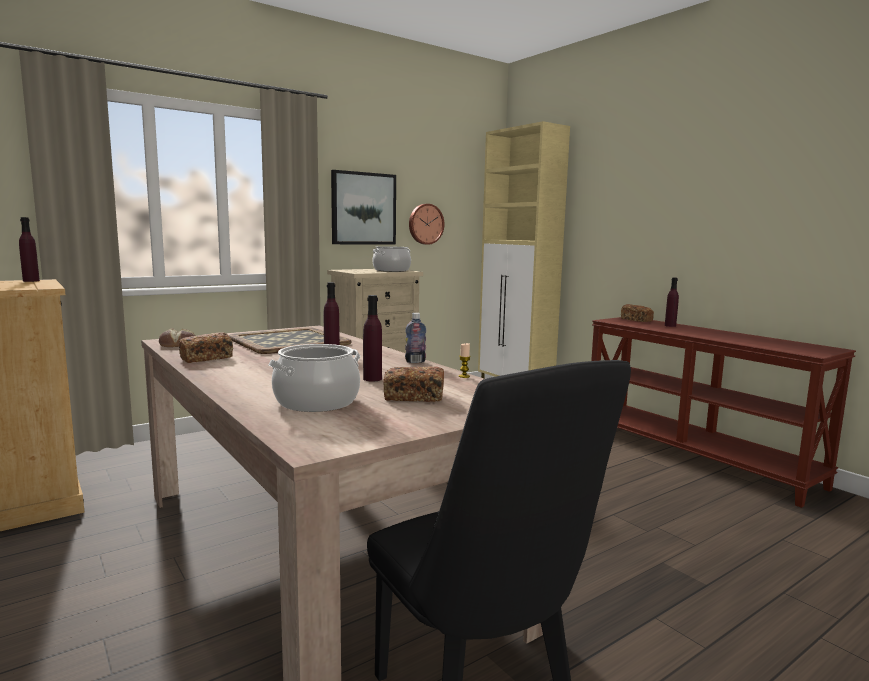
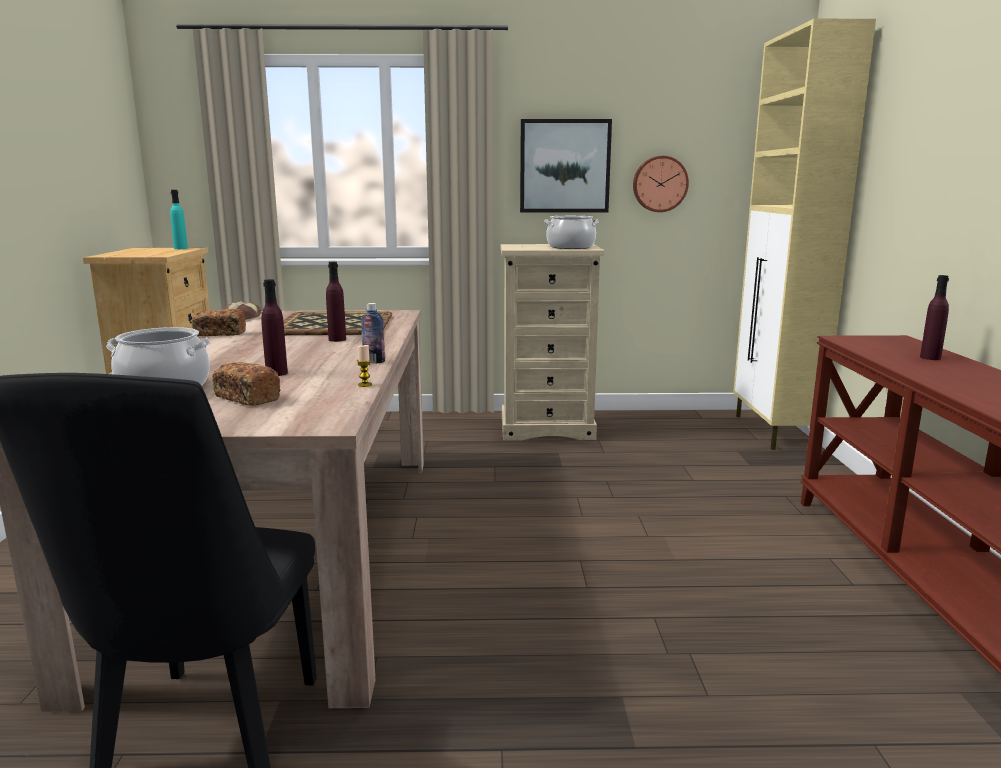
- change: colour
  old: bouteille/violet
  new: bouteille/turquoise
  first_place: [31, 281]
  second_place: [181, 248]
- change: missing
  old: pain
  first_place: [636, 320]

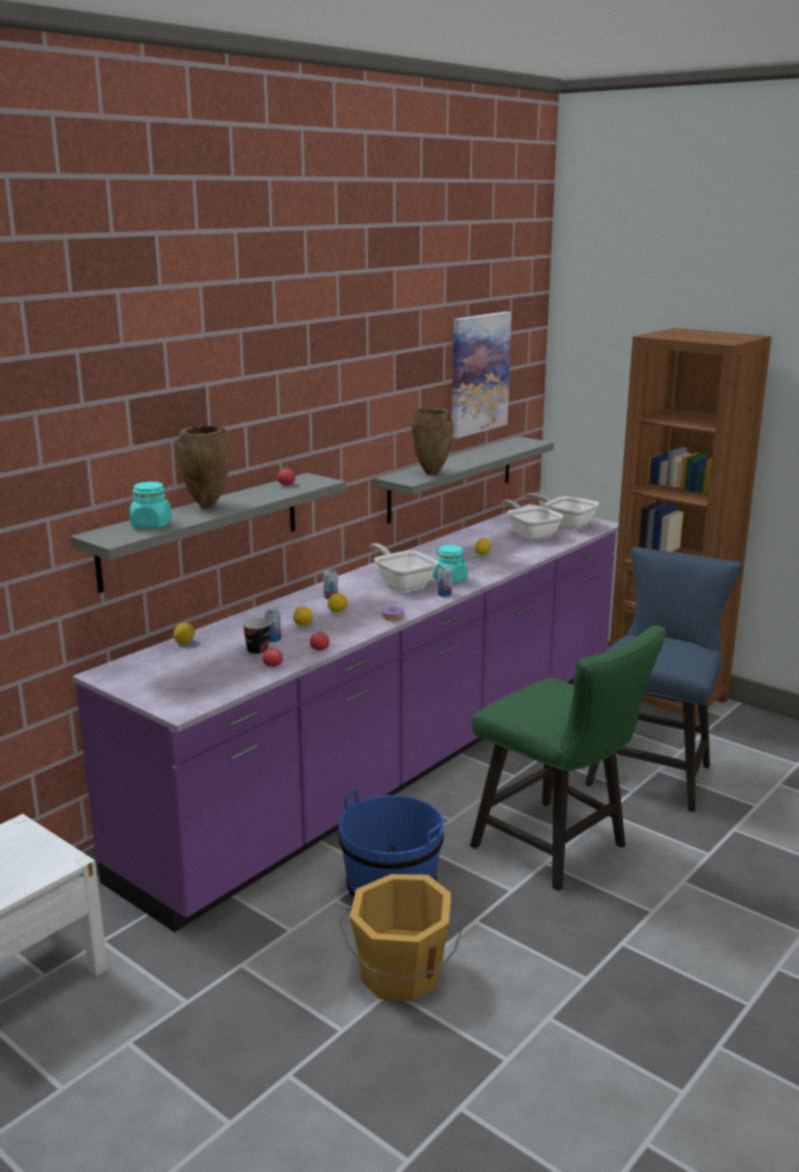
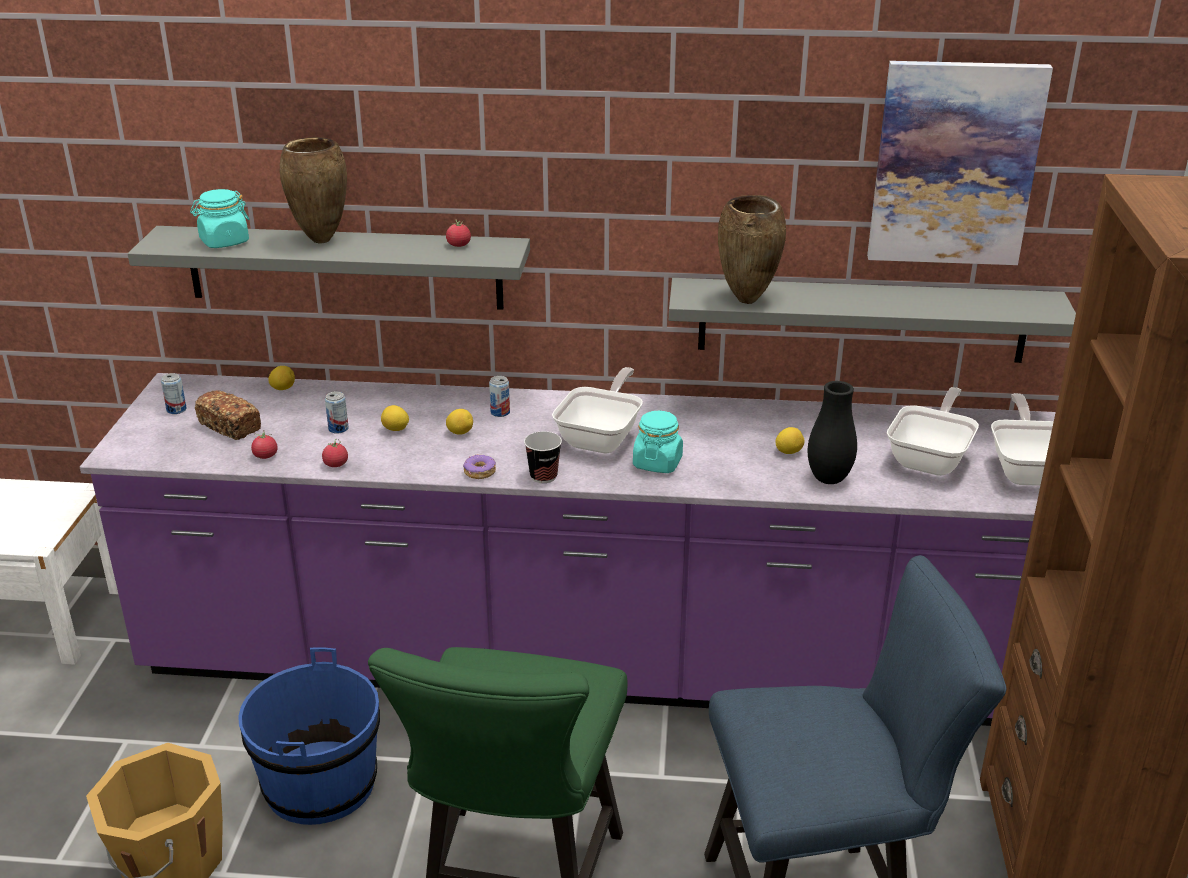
- change: relocated
  old: boîte métallique
  first_place: [444, 594]
  second_place: [176, 410]
- change: relocated
  old: tasse
  first_place: [257, 651]
  second_place: [543, 476]
- change: appeared
  new: vase/noir
  second_place: [828, 479]
- change: appeared
  new: pain
  second_place: [230, 427]

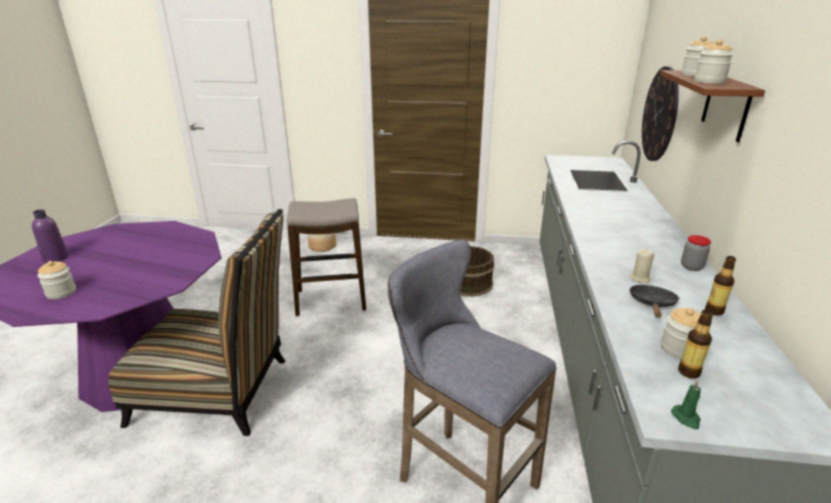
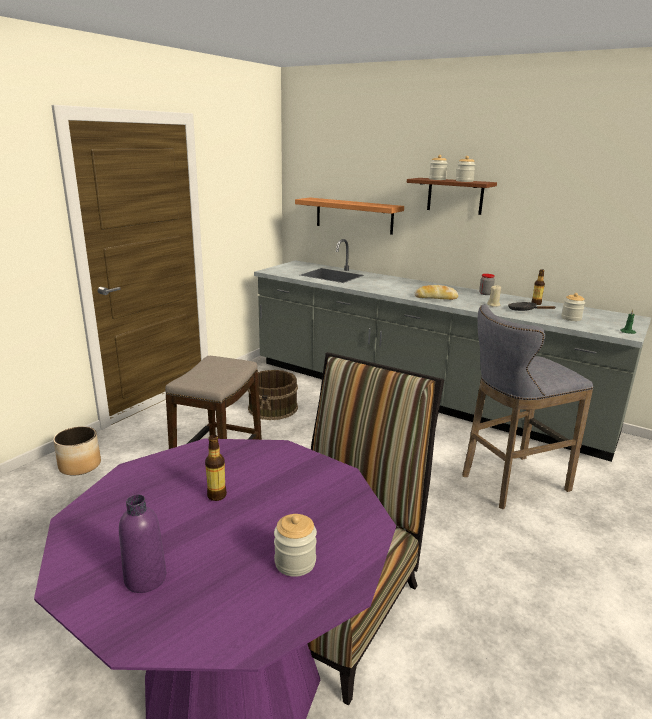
- change: exchanged
  old: horloge murale
  new: étagère
  first_place: [660, 114]
  second_place: [354, 215]
- change: relocated
  old: bouteille
  first_place: [688, 372]
  second_place: [216, 495]
- change: appeared
  new: pain
  second_place: [435, 298]

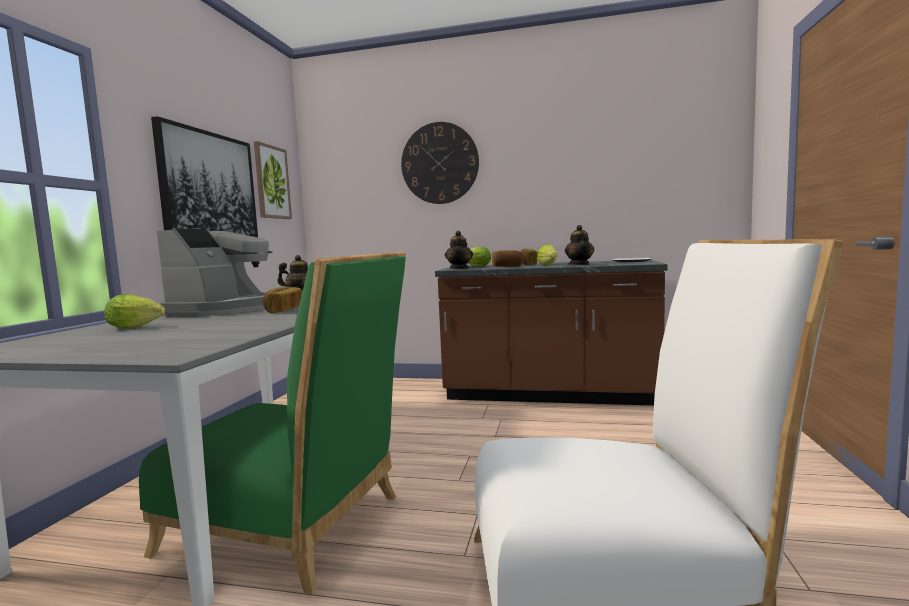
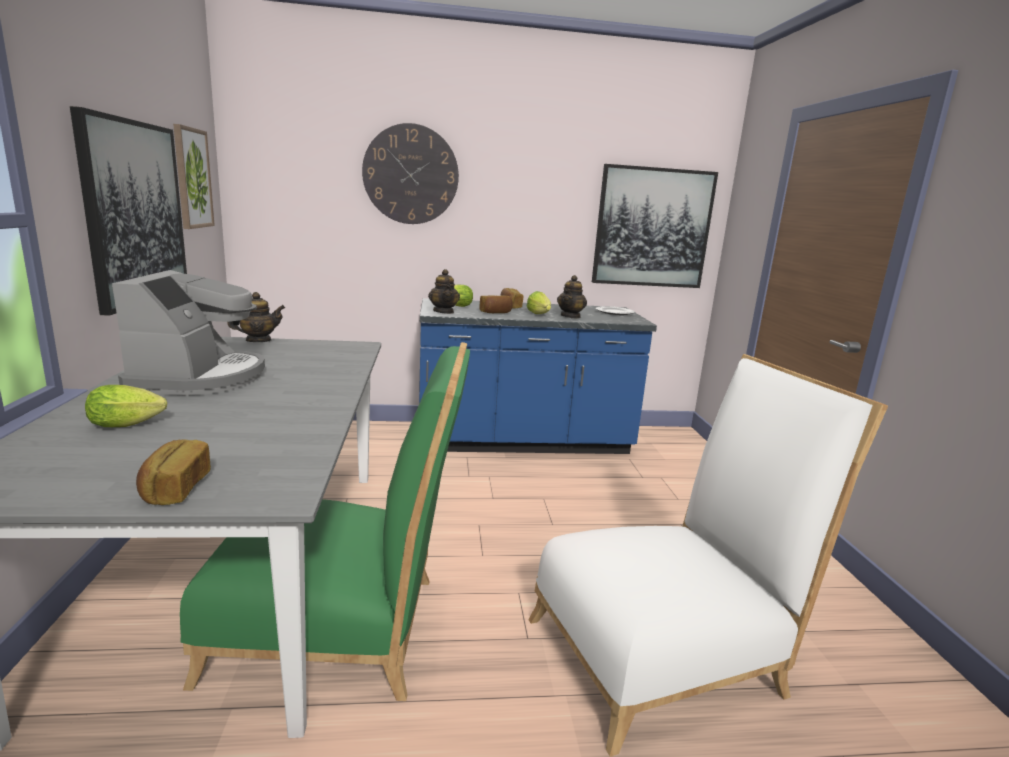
- change: spun
  old: théière
  first_place: [579, 264]
  second_place: [570, 316]
  degrees: 45
- change: colour
  old: comptoir de cuisine/marron
  new: comptoir de cuisine/bleu
  first_place: [549, 394]
  second_place: [523, 442]
- change: relocated
  old: pain
  first_place: [283, 310]
  second_place: [175, 489]
- change: appeared
  new: tableau
  second_place: [652, 228]

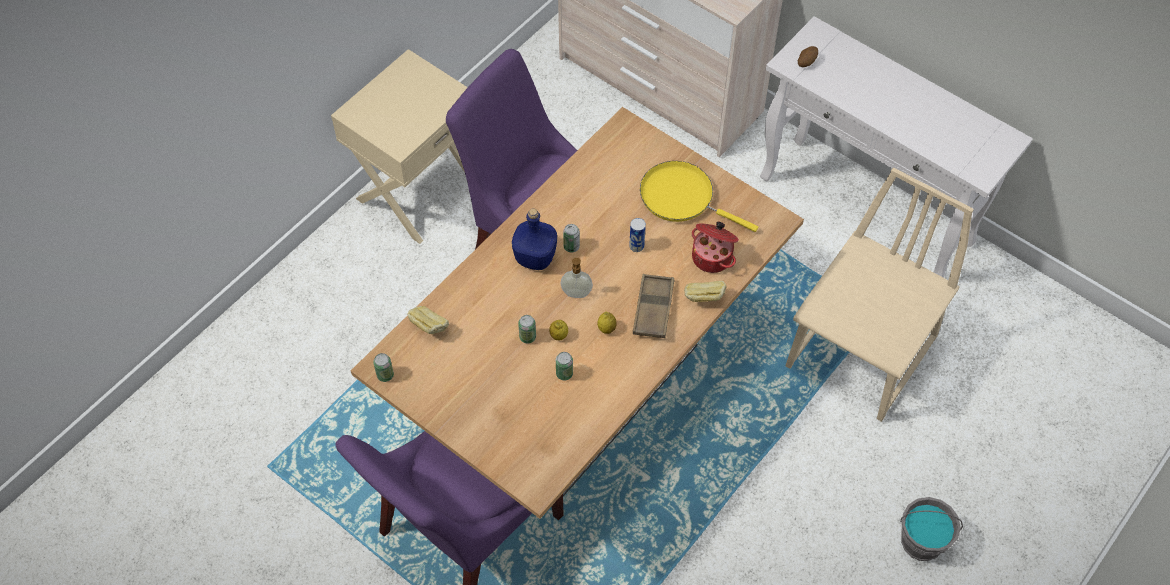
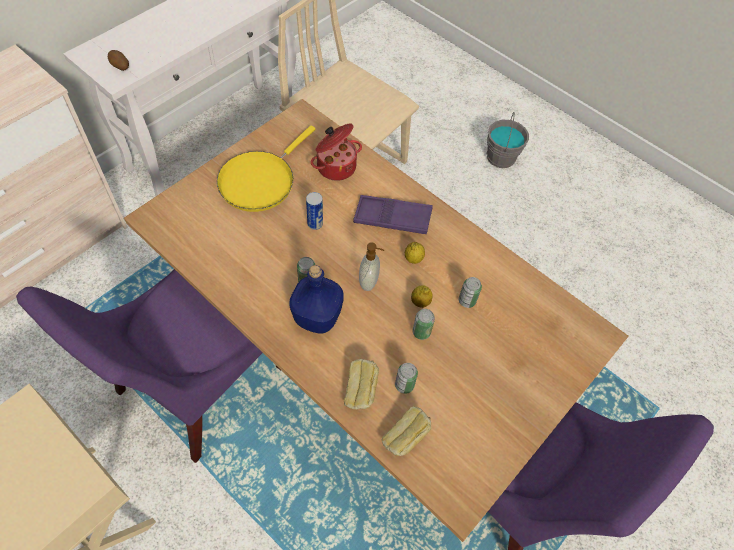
- change: colour
  old: plateau/marron
  new: plateau/violet
  first_place: [653, 309]
  second_place: [392, 218]
- change: relocated
  old: pain
  first_place: [704, 299]
  second_place: [360, 391]
- change: relocated
  old: boîte métallique
  first_place: [385, 375]
  second_place: [404, 385]

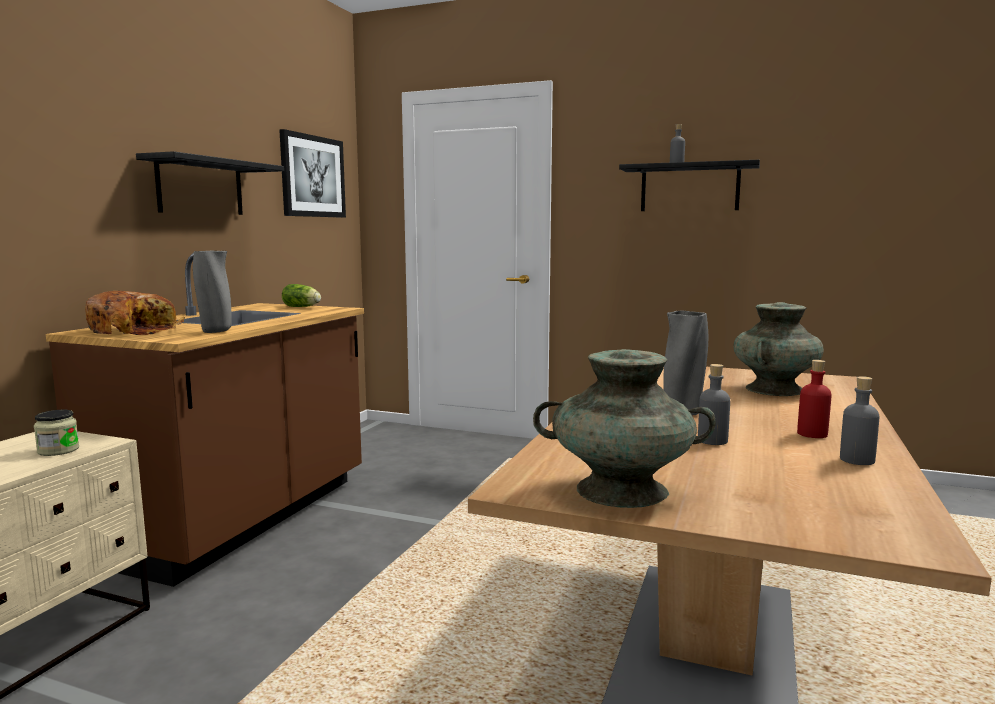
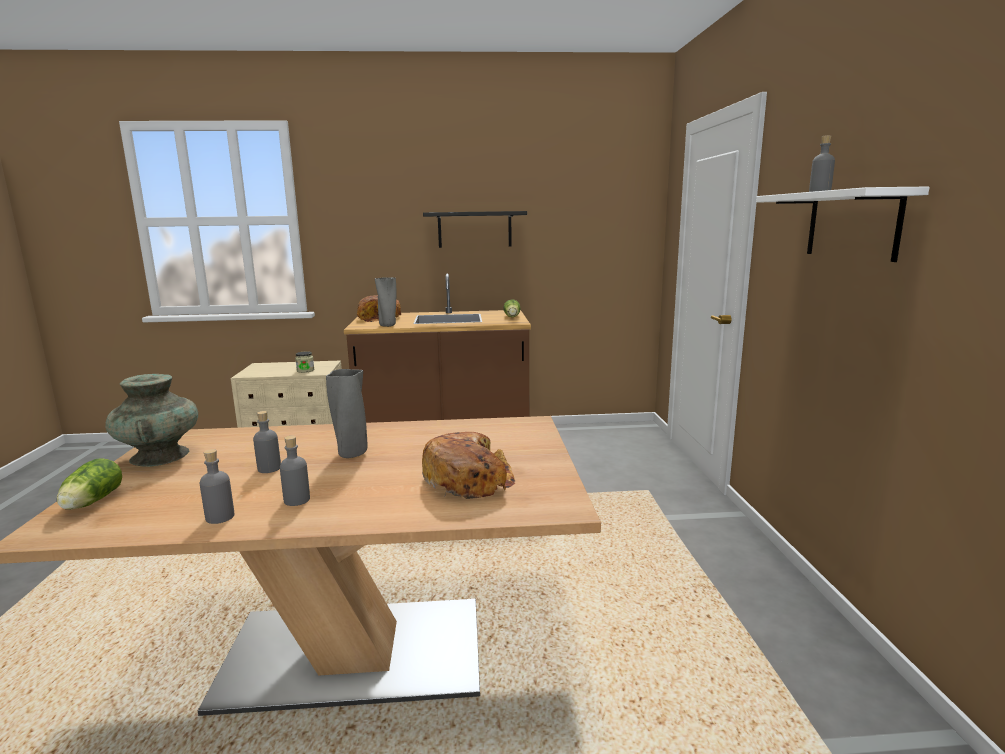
- change: missing
  old: tableau
  first_place: [312, 176]
- change: colour
  old: étagère/noir
  new: étagère/blanc
  first_place: [689, 188]
  second_place: [852, 225]
- change: exchanged
  old: vase/turquoise
  new: pain
  first_place: [774, 390]
  second_place: [469, 479]
- change: colour
  old: bouteille/rouge
  new: bouteille/gris
  first_place: [812, 434]
  second_place: [297, 500]
- change: appeared
  new: laitue
  second_place: [90, 503]

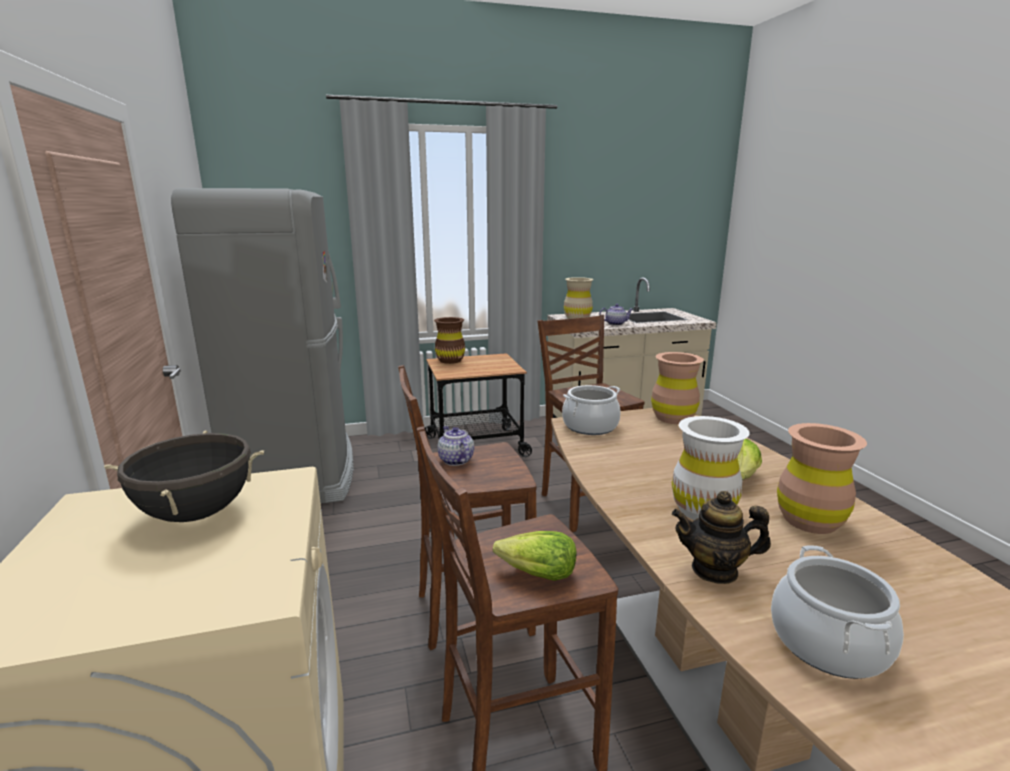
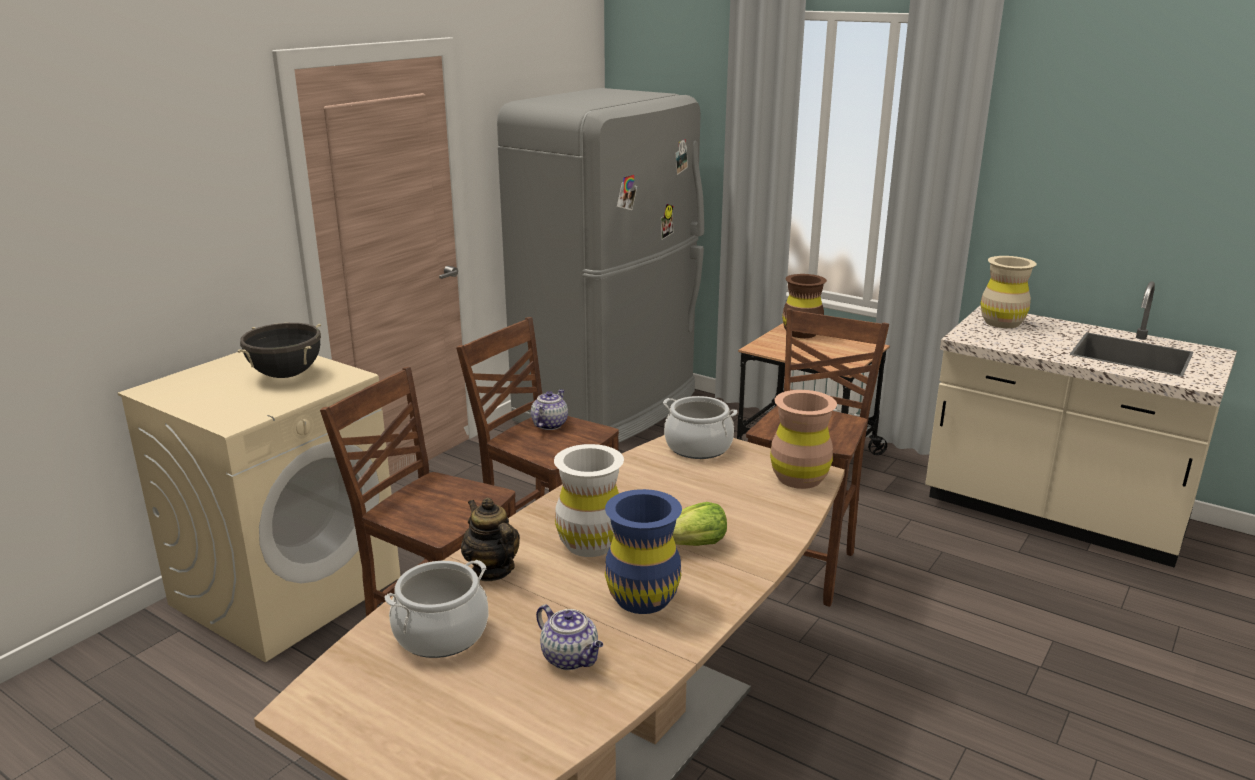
- change: relocated
  old: théière
  first_place: [616, 324]
  second_place: [571, 658]
- change: colour
  old: vase/marron
  new: vase/bleu
  first_place: [809, 520]
  second_place: [642, 598]
- change: missing
  old: laitue
  first_place: [537, 574]

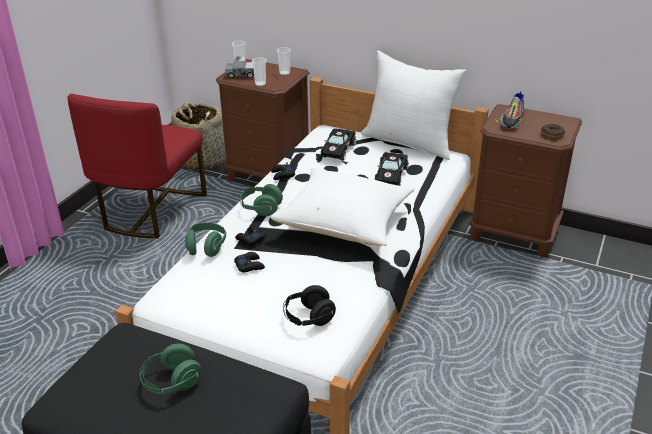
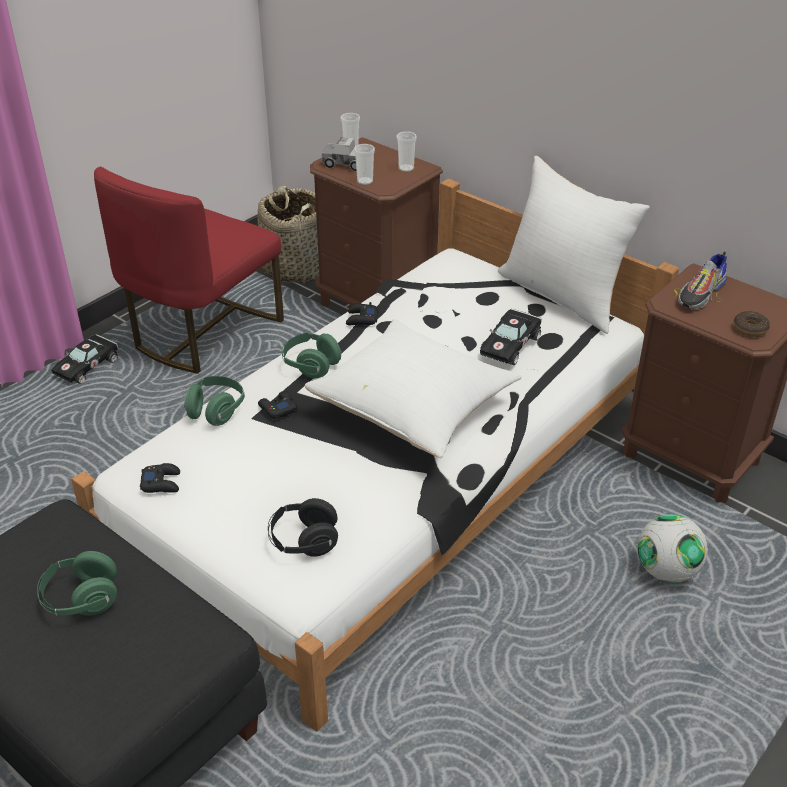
- change: relocated
  old: petite voiture/noir
  first_place: [338, 149]
  second_place: [89, 365]
- change: relocated
  old: manette/noir
  first_place: [249, 265]
  second_place: [161, 483]
- change: appeared
  new: ballon de foot
  second_place: [666, 571]

